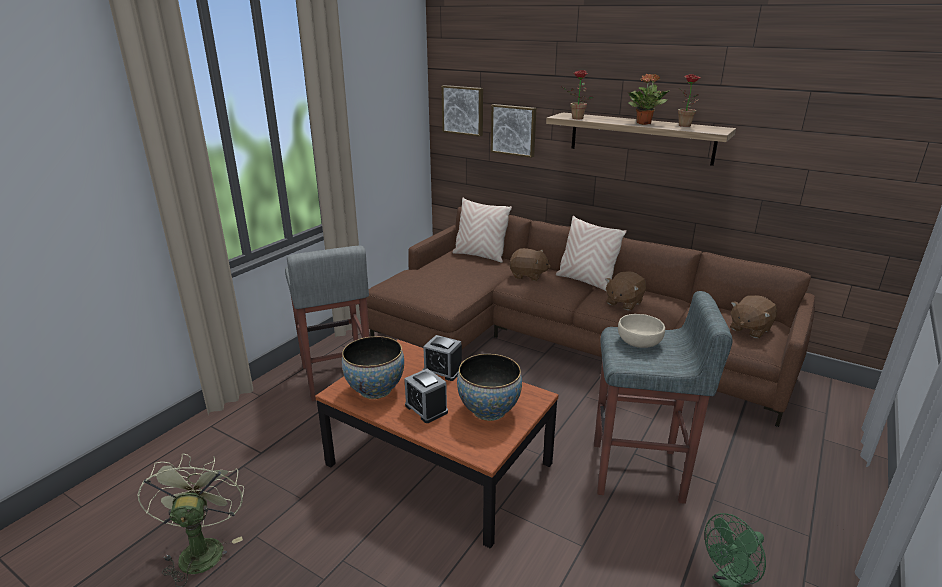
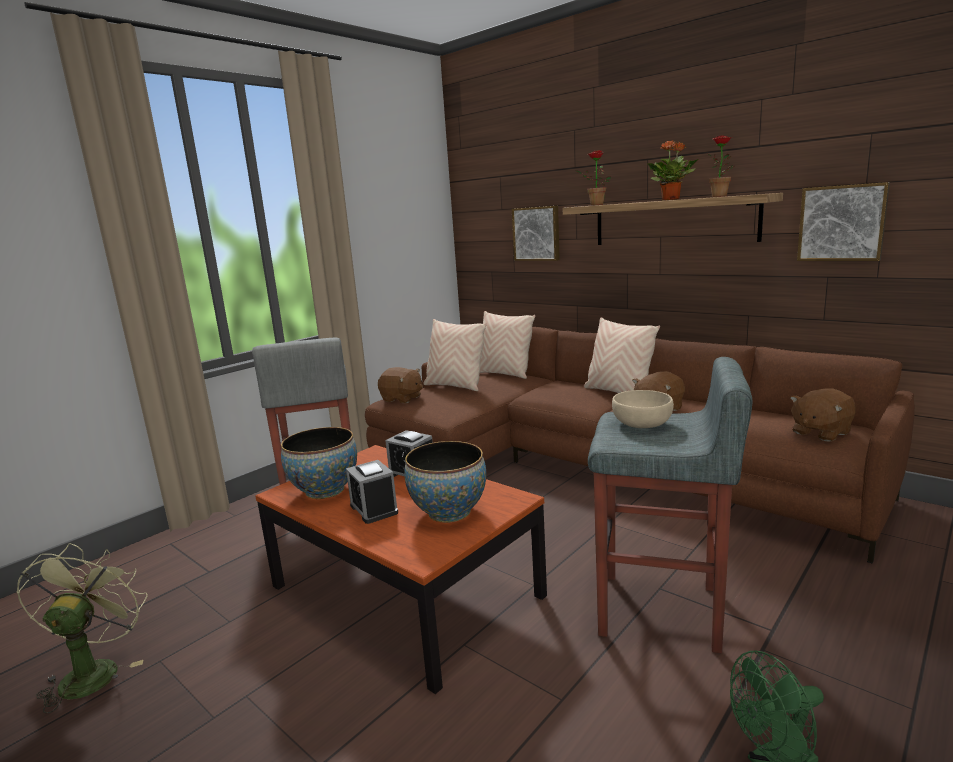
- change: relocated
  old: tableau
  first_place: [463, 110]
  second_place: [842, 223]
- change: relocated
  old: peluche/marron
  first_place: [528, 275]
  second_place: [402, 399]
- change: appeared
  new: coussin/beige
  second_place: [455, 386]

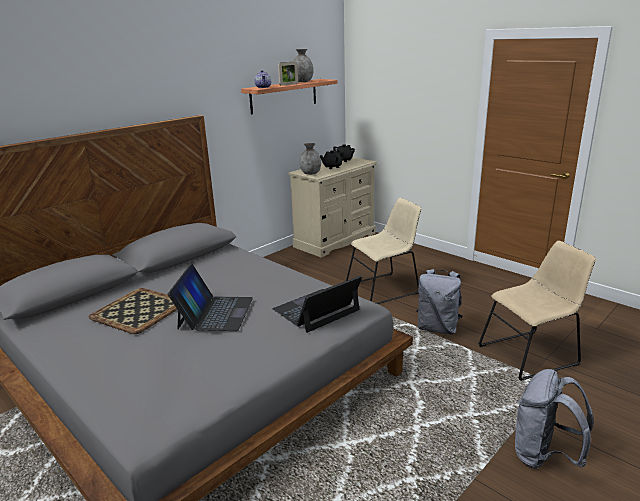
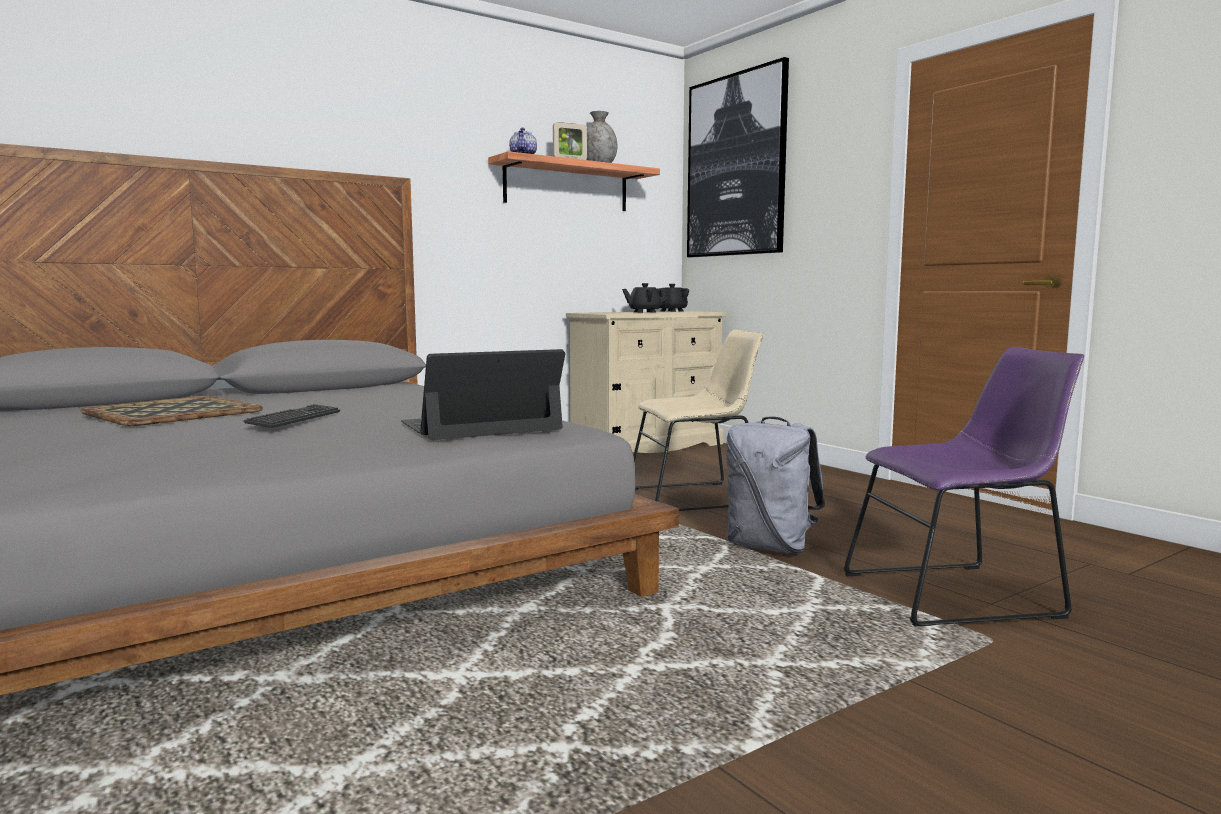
- change: missing
  old: vase/gris
  first_place: [311, 173]
- change: colour
  old: chaise/beige
  new: chaise/violet
  first_place: [531, 354]
  second_place: [958, 594]
- change: exchanged
  old: ordinateur portable
  new: clavier
  first_place: [215, 313]
  second_place: [294, 418]
- change: missing
  old: sac à dos/gris
  first_place: [544, 456]
- change: appeared
  new: tableau
  second_place: [736, 166]

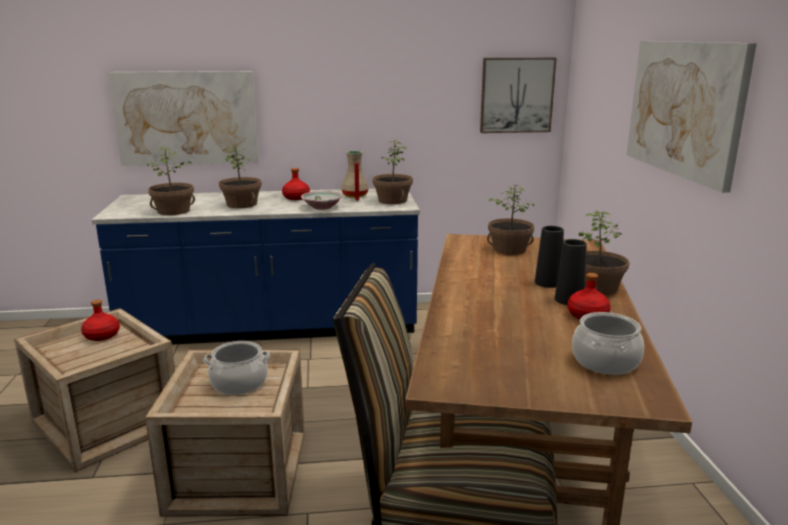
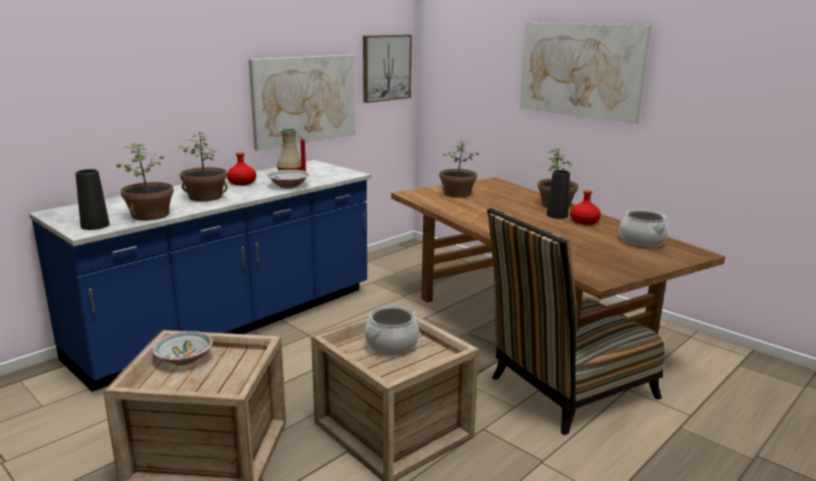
- change: relocated
  old: tableau
  first_place: [186, 118]
  second_place: [305, 100]
- change: missing
  old: plante en pot
  first_place: [392, 200]
- change: relocated
  old: vase/noir
  first_place: [548, 282]
  second_place: [95, 225]
- change: exchanged
  old: bouteille/rouge
  new: bol
  first_place: [102, 335]
  second_place: [184, 358]

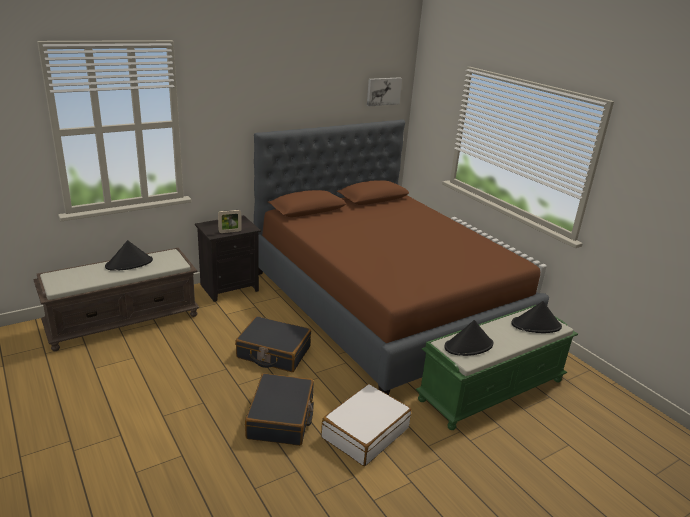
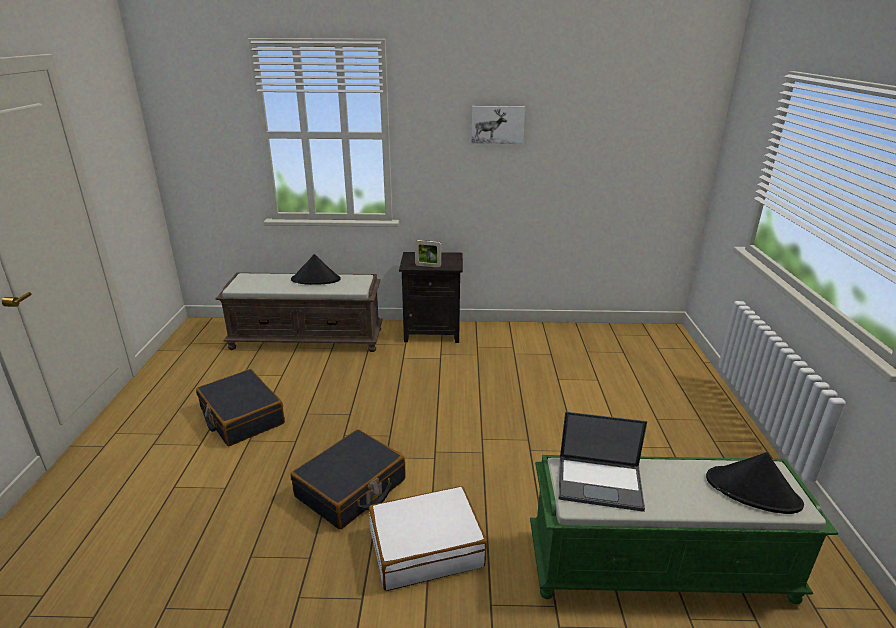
- change: relocated
  old: tableau
  first_place: [383, 91]
  second_place: [497, 124]
- change: missing
  old: lit/marron
  first_place: [385, 304]
- change: relocated
  old: valise/noir
  first_place: [273, 352]
  second_place: [241, 417]
- change: exchanged
  old: chapeau/noir
  new: ordinateur portable
  first_place: [468, 346]
  second_place: [600, 482]

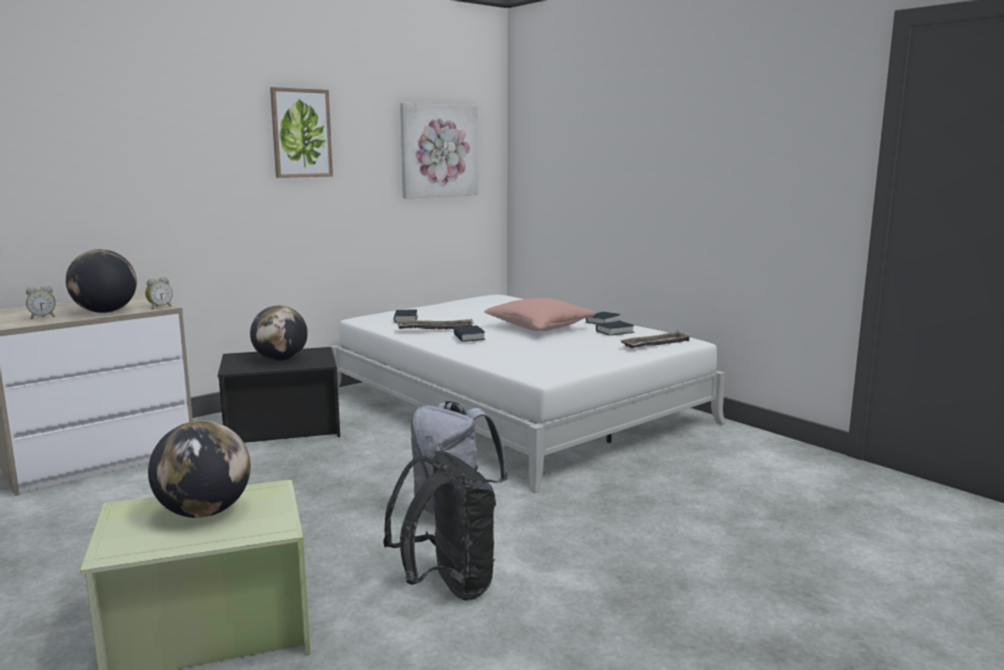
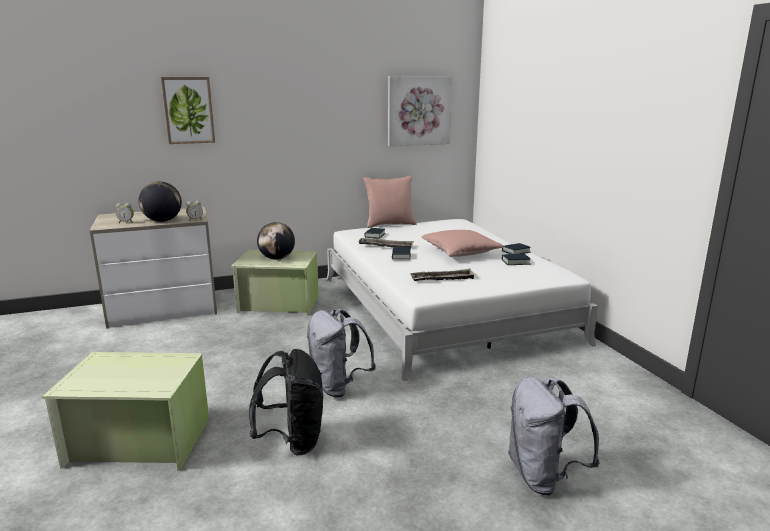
- change: relocated
  old: tableau
  first_place: [301, 133]
  second_place: [188, 110]
- change: relocated
  old: plateau
  first_place: [656, 344]
  second_place: [442, 279]
- change: colour
  old: boîte de rangement/noir
  new: boîte de rangement/vert
  first_place: [282, 428]
  second_place: [278, 303]
- change: missing
  old: globe
  first_place: [204, 512]
- change: appeared
  new: coussin/rose
  second_place: [390, 224]
- change: appeared
  new: sac à dos/gris
  second_place: [543, 477]

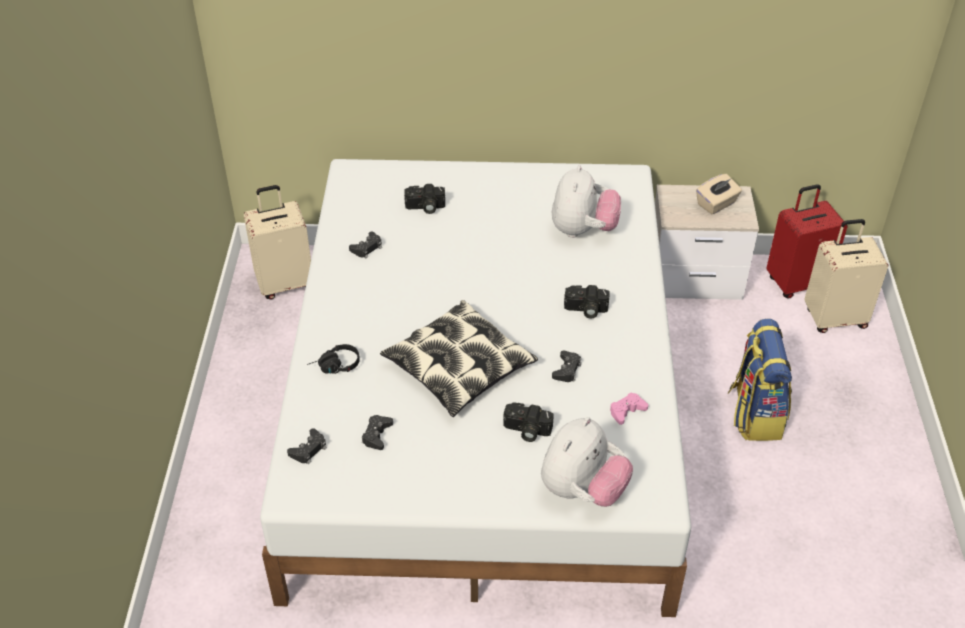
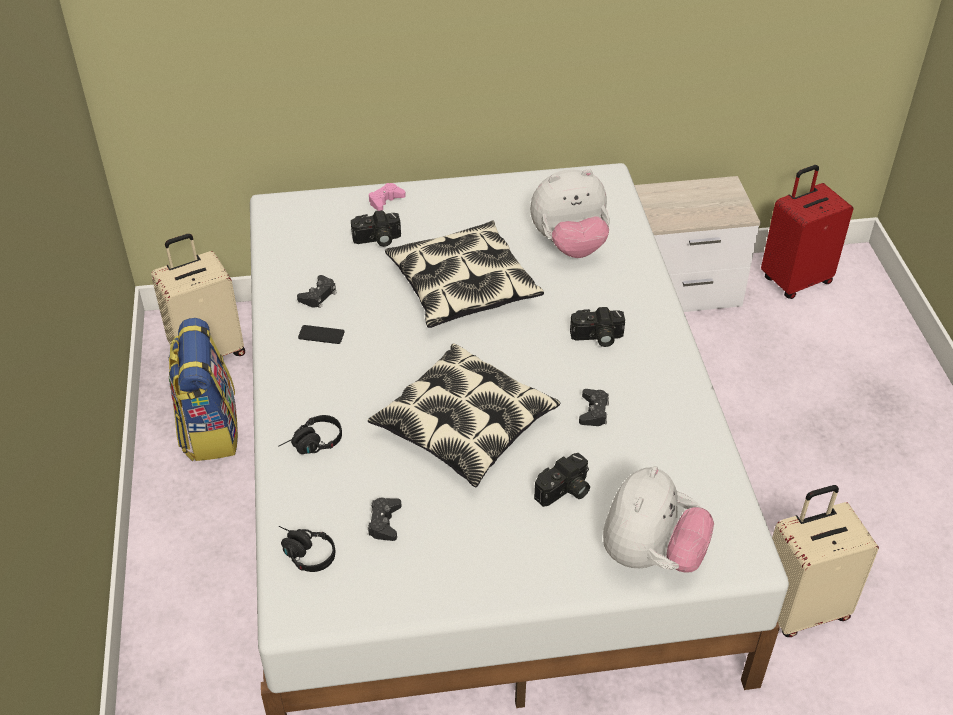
- change: spun
  old: peluche
  first_place: [583, 230]
  second_place: [569, 245]
  degrees: 75
- change: missing
  old: boîte à mouchoirs/beige
  first_place: [717, 204]
- change: relocated
  old: valise/beige
  first_place: [834, 318]
  second_place: [801, 608]
- change: relocated
  old: sac à dos
  first_place: [754, 414]
  second_place: [209, 429]
- change: relocated
  old: manette/rose
  first_place: [627, 411]
  second_place: [385, 200]
- change: spun
  old: appareil photo
  first_place: [526, 431]
  second_place: [565, 492]
  degrees: -45
- change: exchanged
  old: manette/noir
  new: casque audio/noir
  first_place: [309, 450]
  second_place: [303, 553]
- change: appeared
  new: coussin
  second_place: [462, 286]
- change: appeared
  new: téléphone
  second_place: [321, 335]

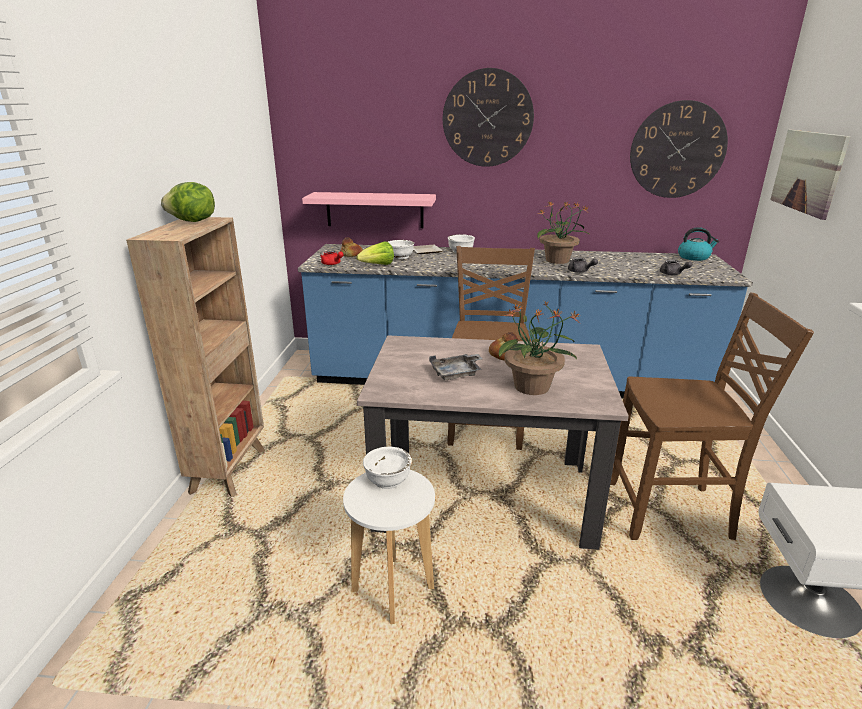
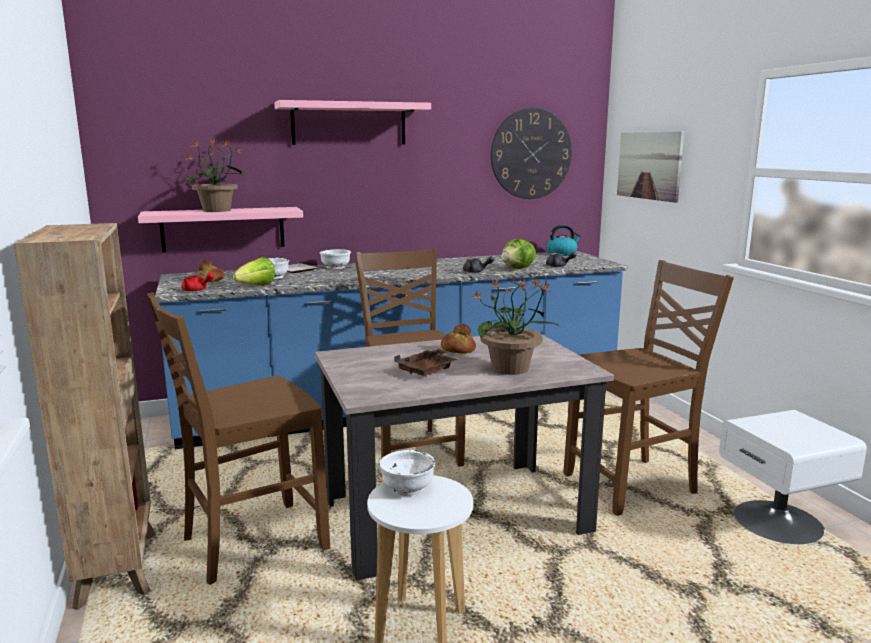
- change: exchanged
  old: horloge murale
  new: étagère/rose
  first_place: [487, 118]
  second_place: [349, 124]
- change: relocated
  old: laitue
  first_place: [193, 222]
  second_place: [518, 268]
- change: relocated
  old: plante en pot
  first_place: [558, 260]
  second_place: [217, 210]
- change: colour
  old: plateau/gris
  new: plateau/marron
  first_place: [457, 373]
  second_place: [427, 370]
- change: appeared
  new: chaise/marron
  second_place: [251, 543]

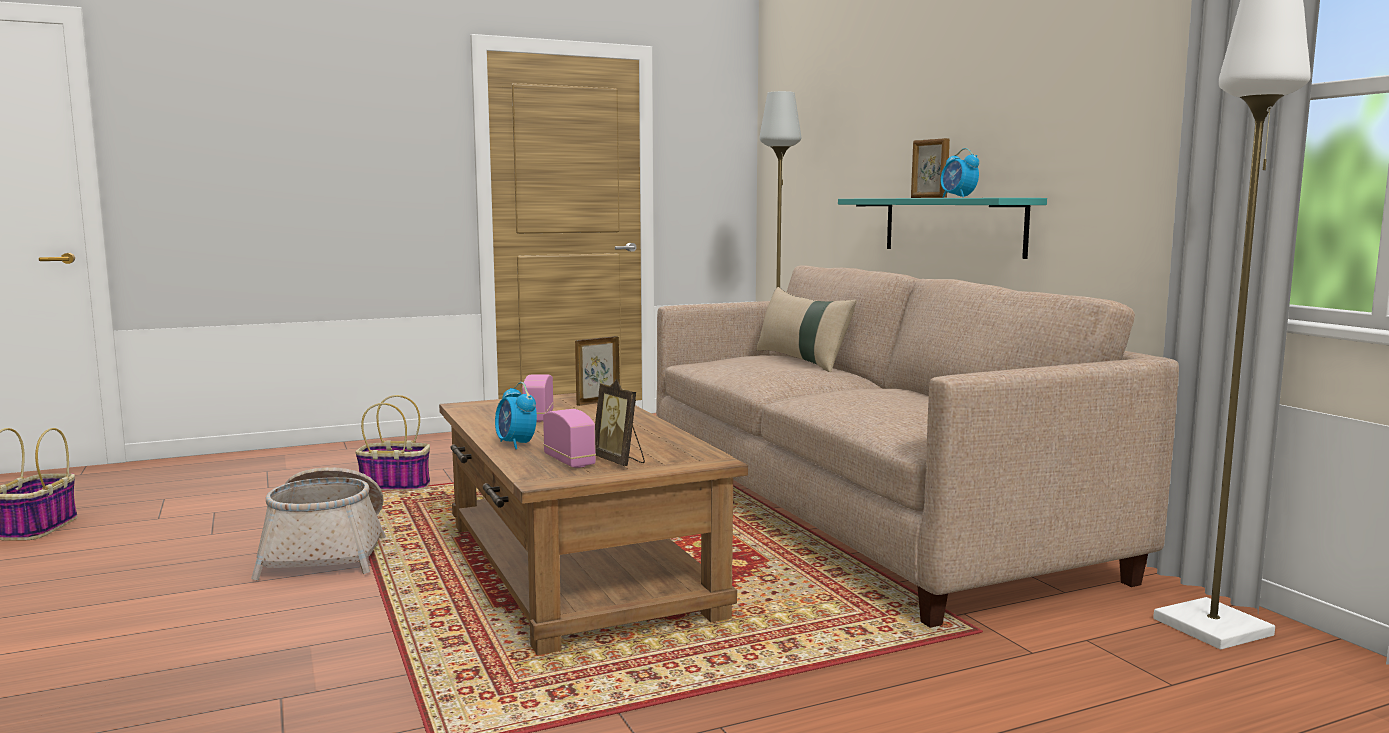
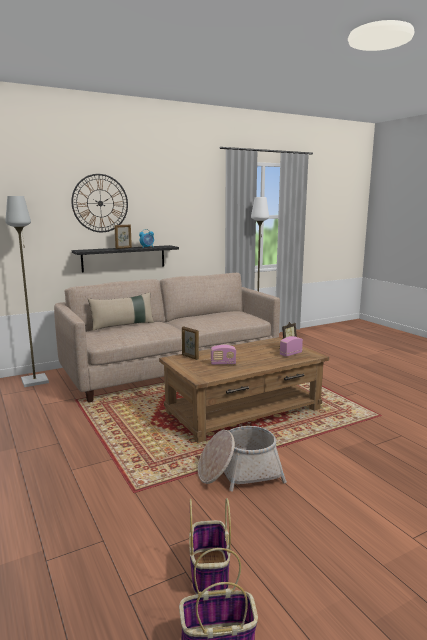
- change: colour
  old: étagère/turquoise
  new: étagère/noir
  first_place: [952, 226]
  second_place: [124, 258]
- change: missing
  old: réveil
  first_place: [516, 444]
- change: relocated
  old: panier
  first_place: [396, 486]
  second_place: [209, 571]
- change: appeared
  new: horloge murale
  second_place: [100, 203]

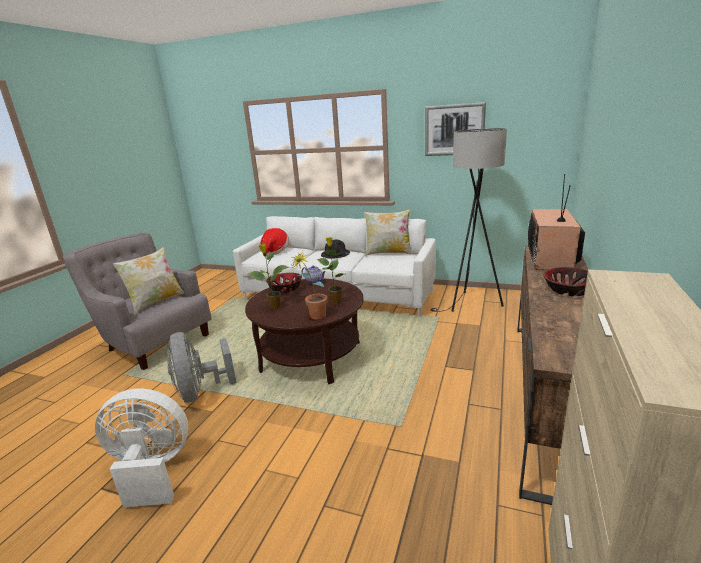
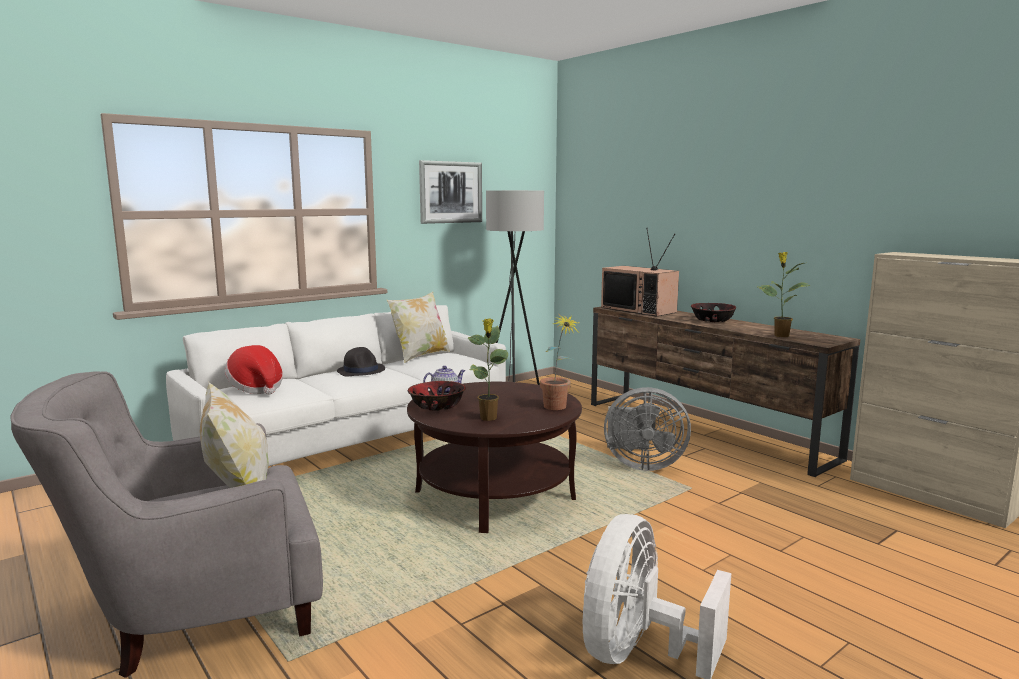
- change: relocated
  old: plante en pot
  first_place: [335, 301]
  second_place: [780, 335]
- change: relocated
  old: ventilateur/gris
  first_place: [200, 392]
  second_place: [641, 464]

